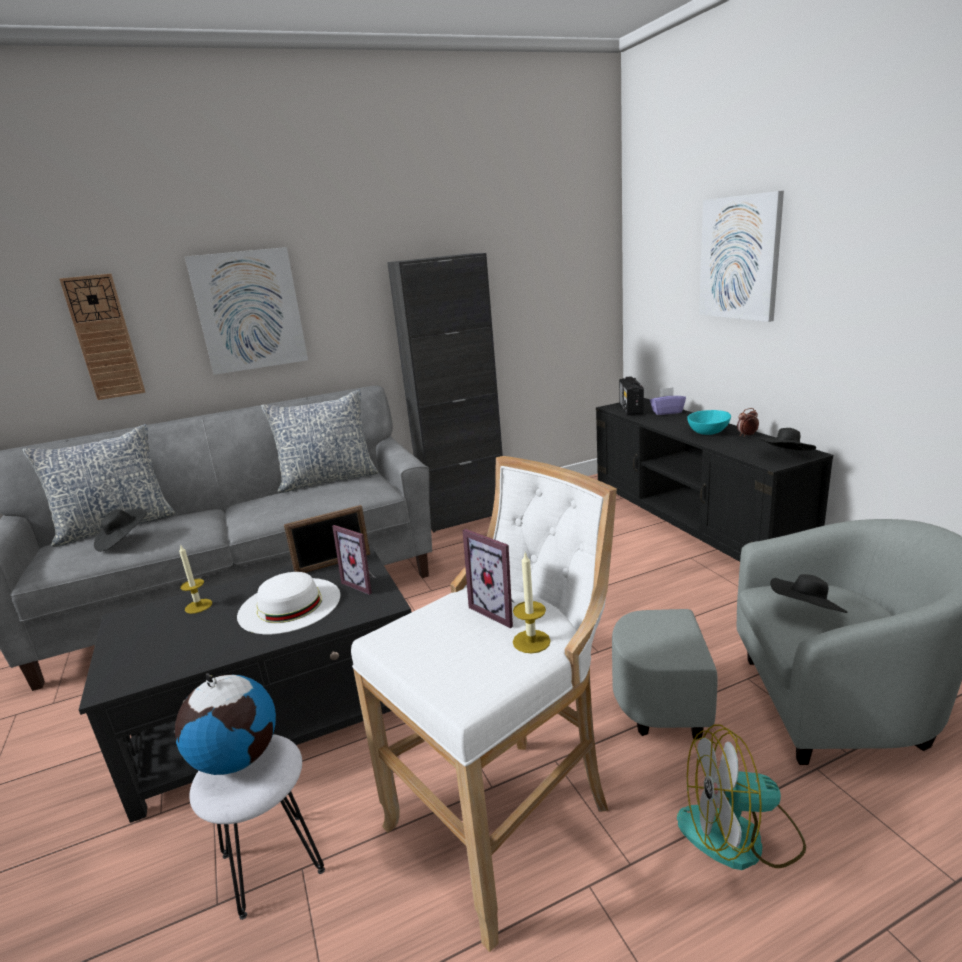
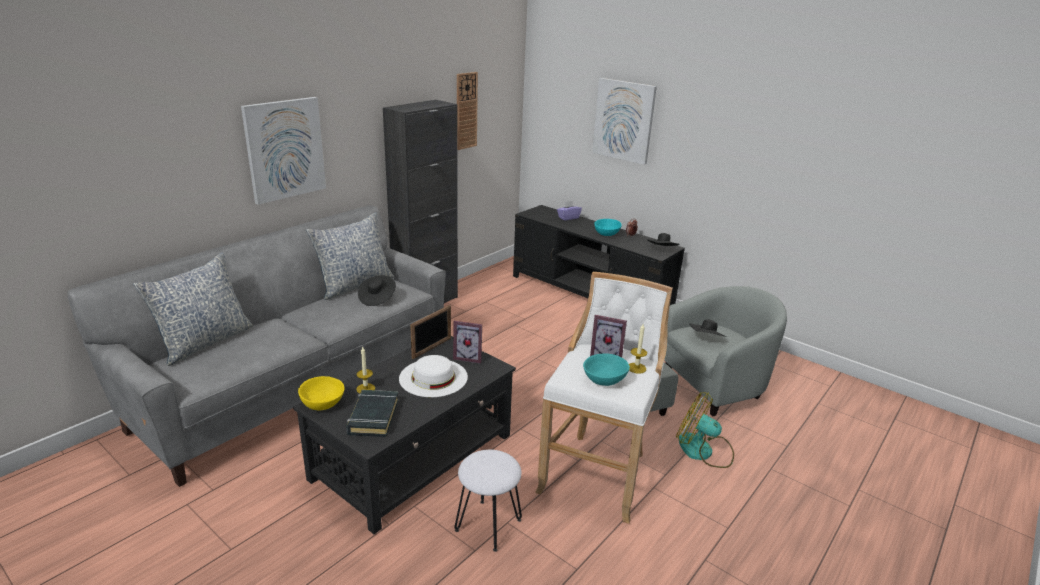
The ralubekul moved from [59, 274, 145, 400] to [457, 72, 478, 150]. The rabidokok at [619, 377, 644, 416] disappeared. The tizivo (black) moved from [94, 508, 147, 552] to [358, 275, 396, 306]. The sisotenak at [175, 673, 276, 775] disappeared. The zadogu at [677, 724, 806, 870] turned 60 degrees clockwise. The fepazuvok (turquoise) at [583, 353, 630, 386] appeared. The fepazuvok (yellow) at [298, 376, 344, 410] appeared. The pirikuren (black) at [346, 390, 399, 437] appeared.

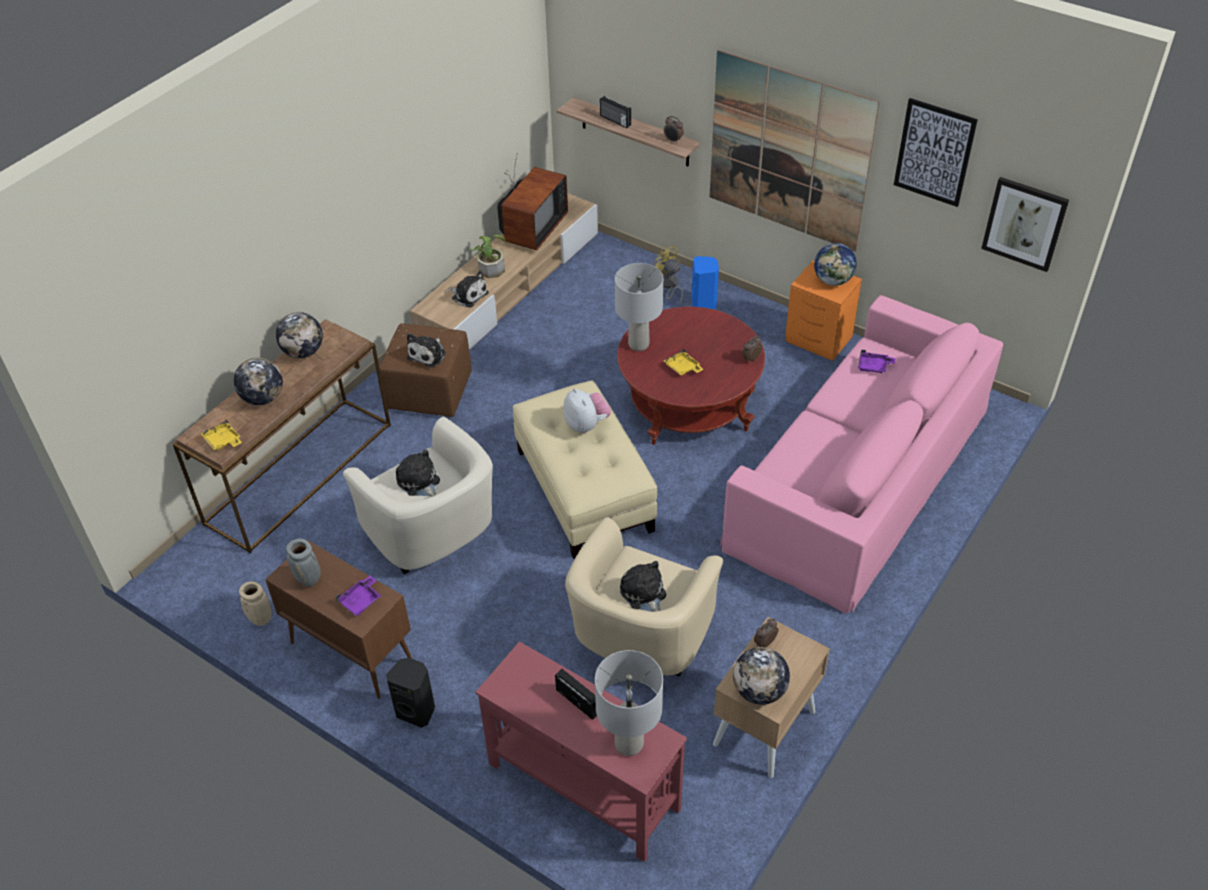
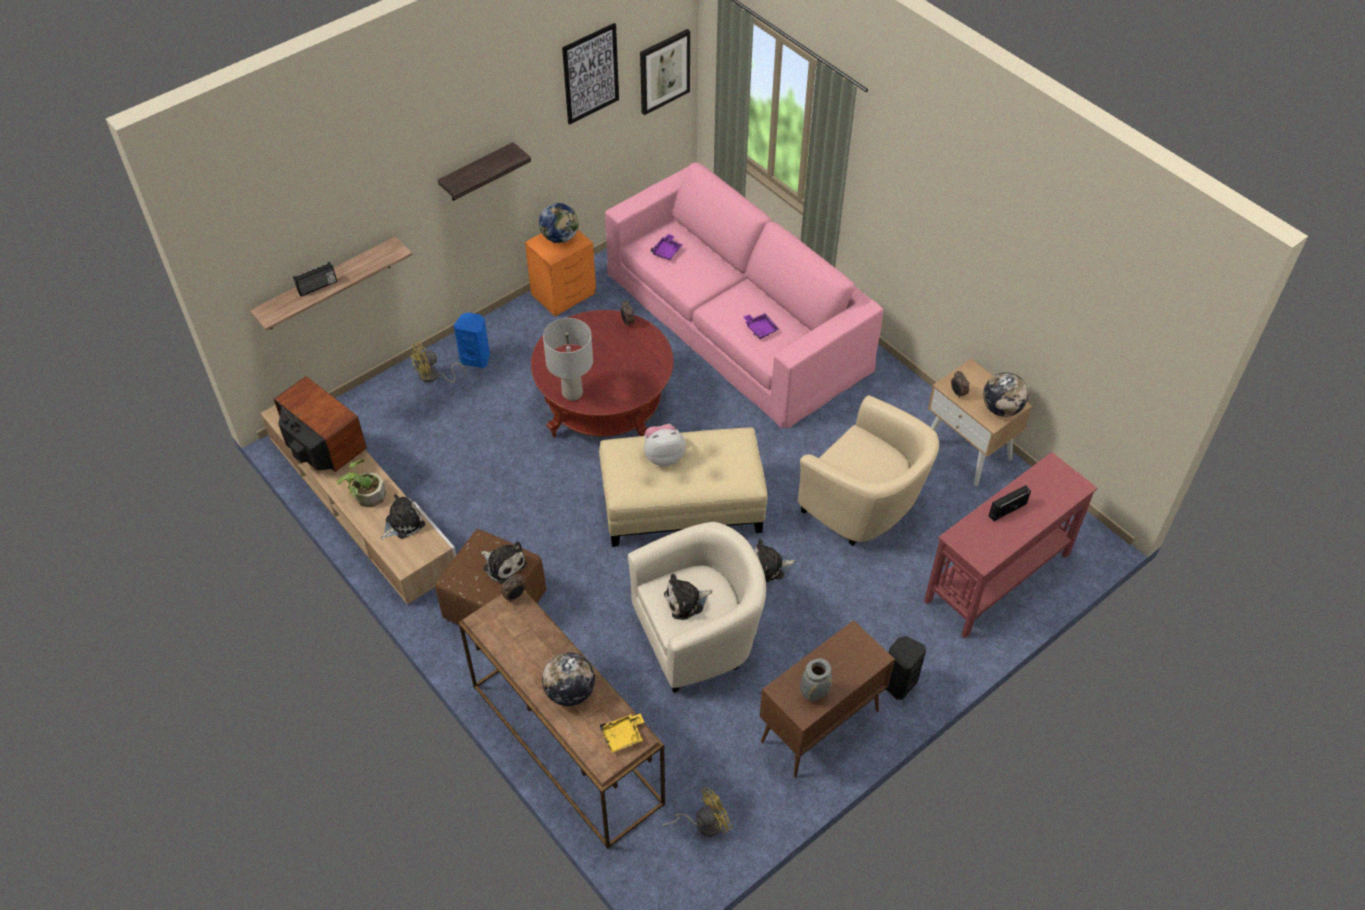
The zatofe at [709, 50, 879, 252] was replaced by the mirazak at [438, 142, 531, 201]. The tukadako moved from [664, 116, 684, 143] to [501, 574, 525, 602]. The sisotenak at [276, 312, 323, 358] disappeared. The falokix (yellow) at [663, 348, 703, 376] disappeared. The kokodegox moved from [620, 561, 666, 612] to [754, 539, 795, 583]. The falokix (purple) moved from [335, 576, 381, 616] to [743, 313, 779, 339]. The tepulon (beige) at [239, 581, 272, 626] disappeared. The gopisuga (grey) at [595, 650, 663, 756] disappeared. The zadogu (yellow) at [662, 788, 733, 837] appeared.

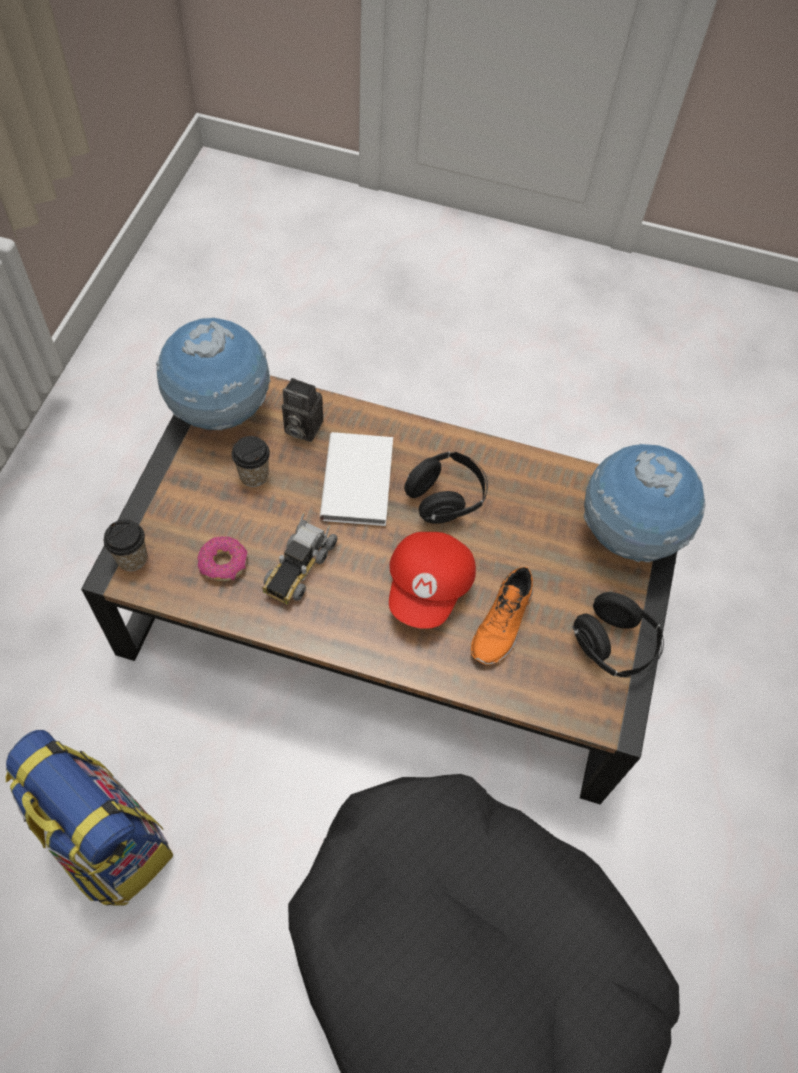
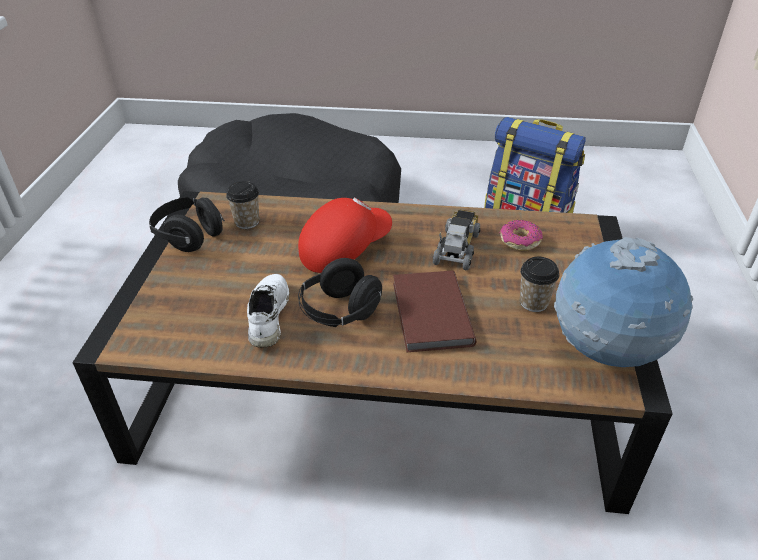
The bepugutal at [282, 378, 323, 442] disappeared. The pirikuren (white) at [320, 432, 393, 526] became the pirikuren (brown) at [393, 270, 476, 352]. The sisotenak at [584, 444, 706, 562] disappeared. The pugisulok moved from [104, 520, 147, 571] to [226, 181, 259, 229]. The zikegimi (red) at [389, 532, 476, 629] turned 45 degrees clockwise. The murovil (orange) at [471, 567, 533, 665] disappeared. The murovil (white) at [247, 273, 289, 348] appeared.

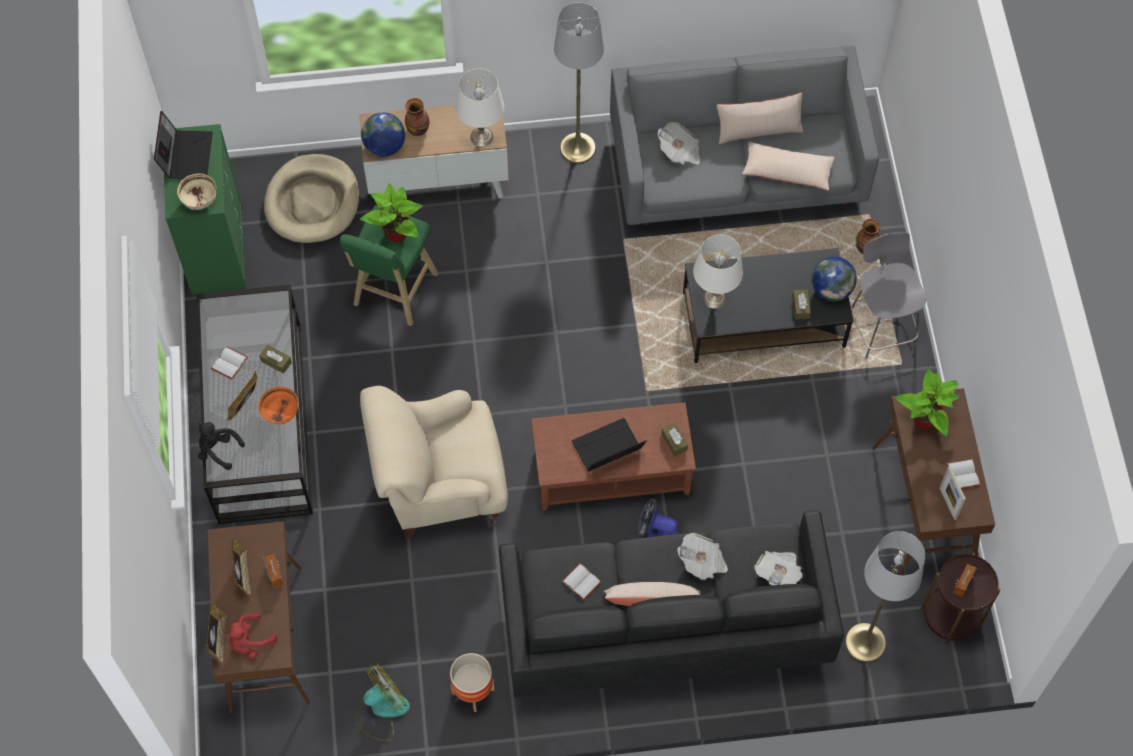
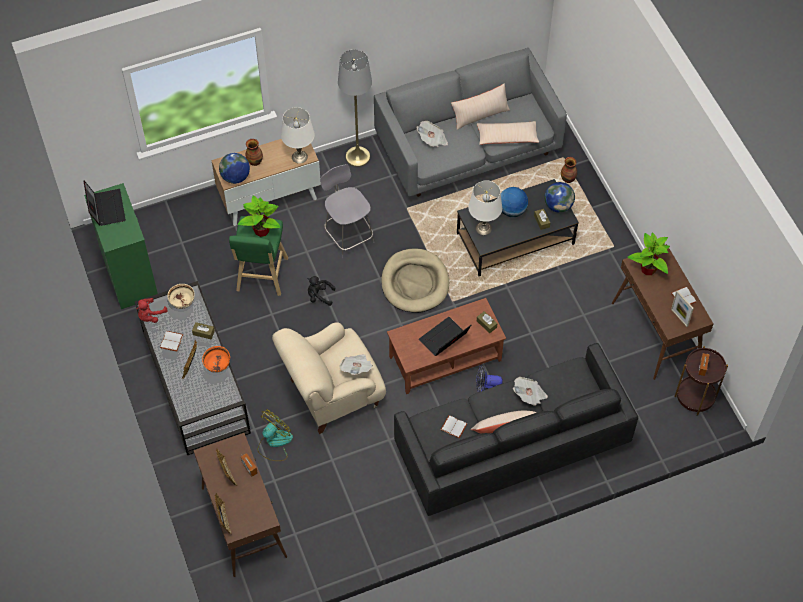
The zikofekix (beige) moved from [264, 154, 359, 244] to [381, 249, 449, 313]. The fepazuvok (beige) moved from [177, 174, 216, 210] to [167, 284, 195, 309]. The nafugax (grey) moved from [851, 232, 926, 359] to [320, 164, 374, 258]. The kokodegox (black) moved from [198, 422, 245, 470] to [308, 276, 336, 306]. The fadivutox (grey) at [845, 531, 925, 662] disappeared. The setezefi moved from [755, 551, 803, 585] to [339, 354, 373, 375]. The kokodegox (red) moved from [226, 614, 277, 659] to [137, 298, 167, 323]. The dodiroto at [450, 653, 494, 712] disappeared. The zadogu moved from [354, 664, 410, 741] to [258, 409, 293, 461]. The sisotenak at [501, 187, 528, 217] appeared.

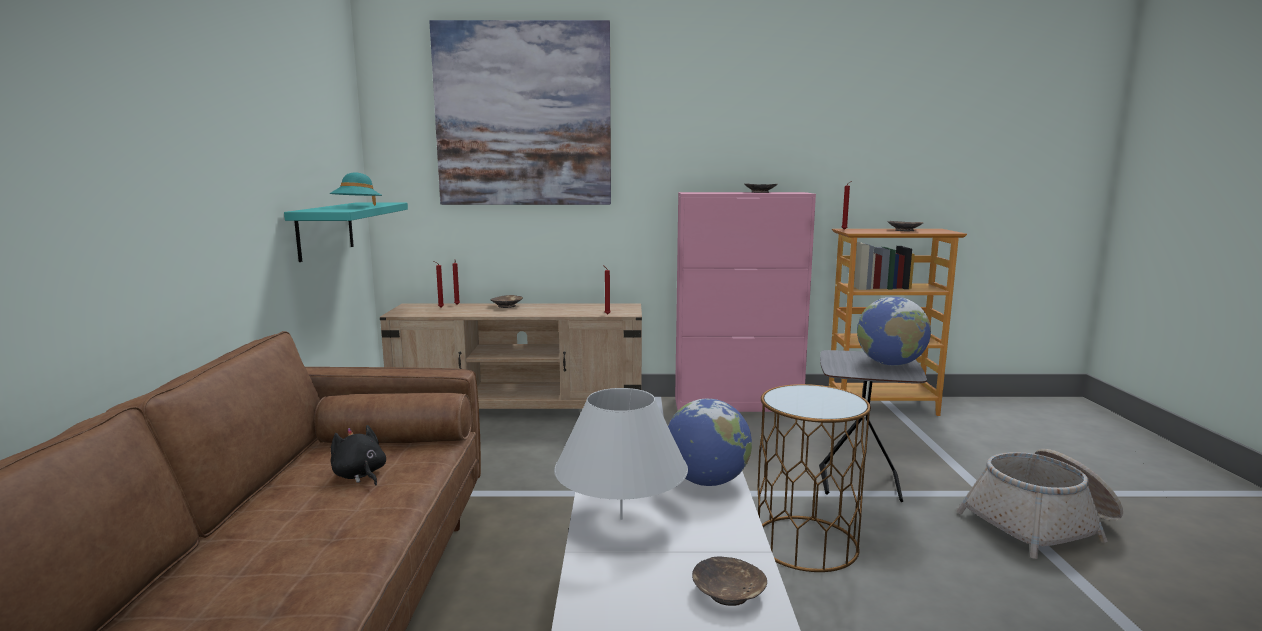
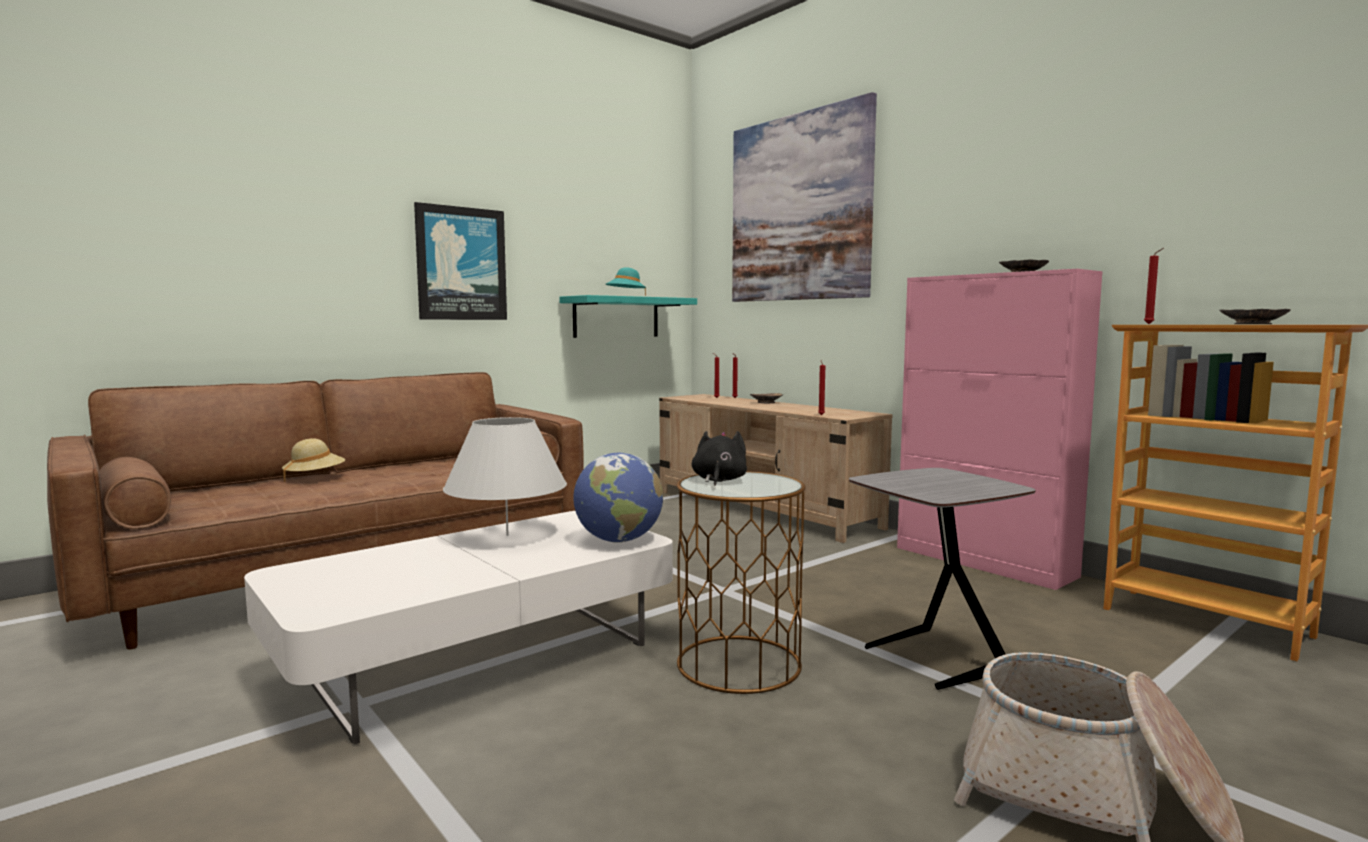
The sisotenak at [857, 297, 931, 366] disappeared. The kokodegox (black) moved from [331, 425, 386, 485] to [692, 431, 747, 485]. The fepazuvok (brown) at [692, 556, 767, 606] disappeared. The zatofe at [414, 202, 507, 320] appeared. The tizivo (beige) at [282, 438, 345, 482] appeared.

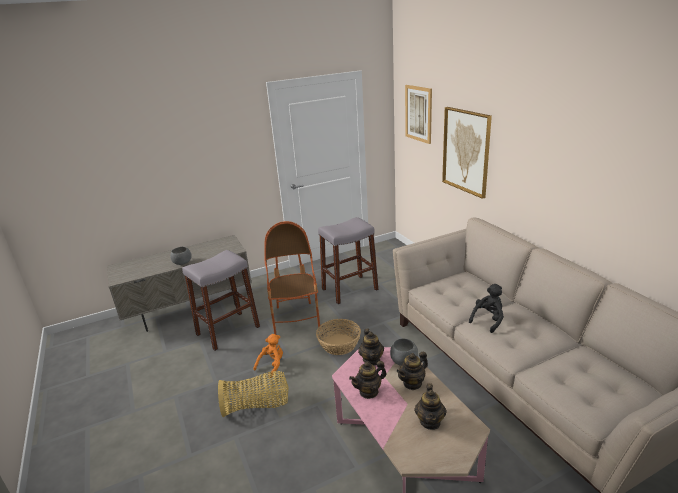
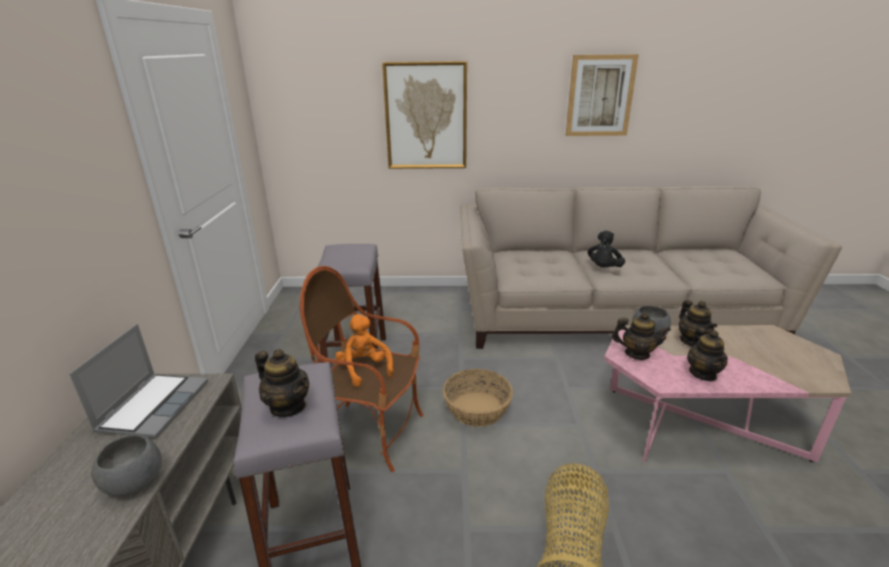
The zatofe moved from [405, 85, 432, 144] to [566, 54, 639, 136]. The kokodegox (black) at [469, 284, 504, 333] turned 135 degrees counterclockwise. The kokodegox (orange) moved from [253, 334, 283, 378] to [335, 314, 393, 387]. The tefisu moved from [414, 383, 447, 430] to [255, 349, 309, 417]. The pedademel at [69, 324, 208, 438] appeared.

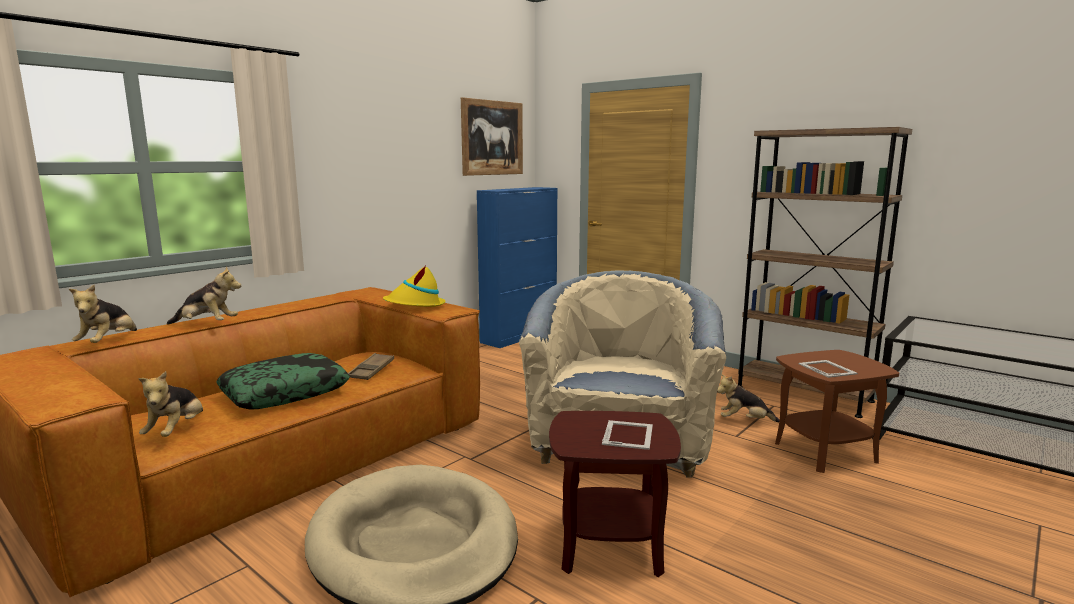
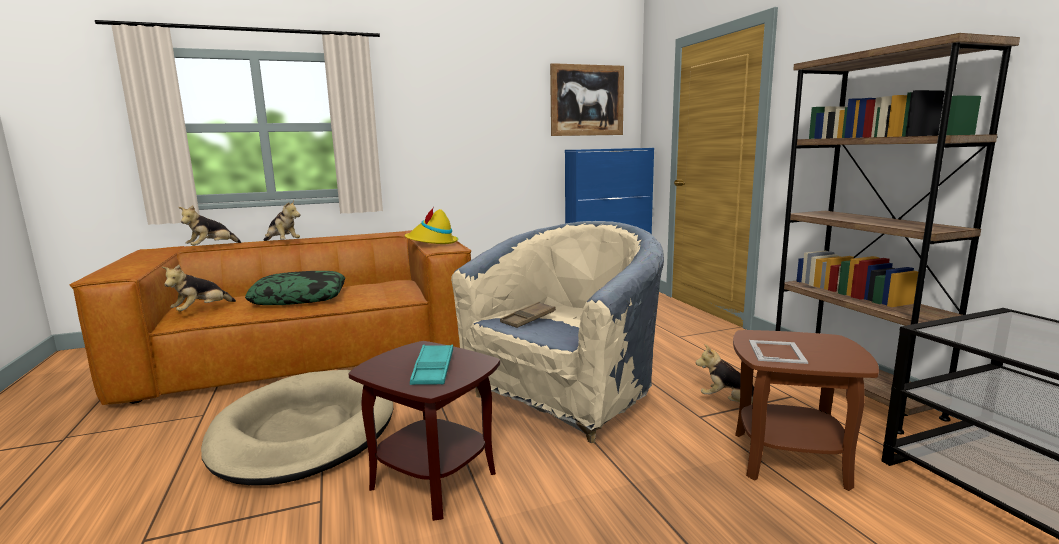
The falokix (brown) moved from [348, 353, 394, 380] to [500, 302, 556, 328]. The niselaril at [602, 420, 653, 450] was replaced by the falokix (turquoise) at [410, 345, 453, 385].

